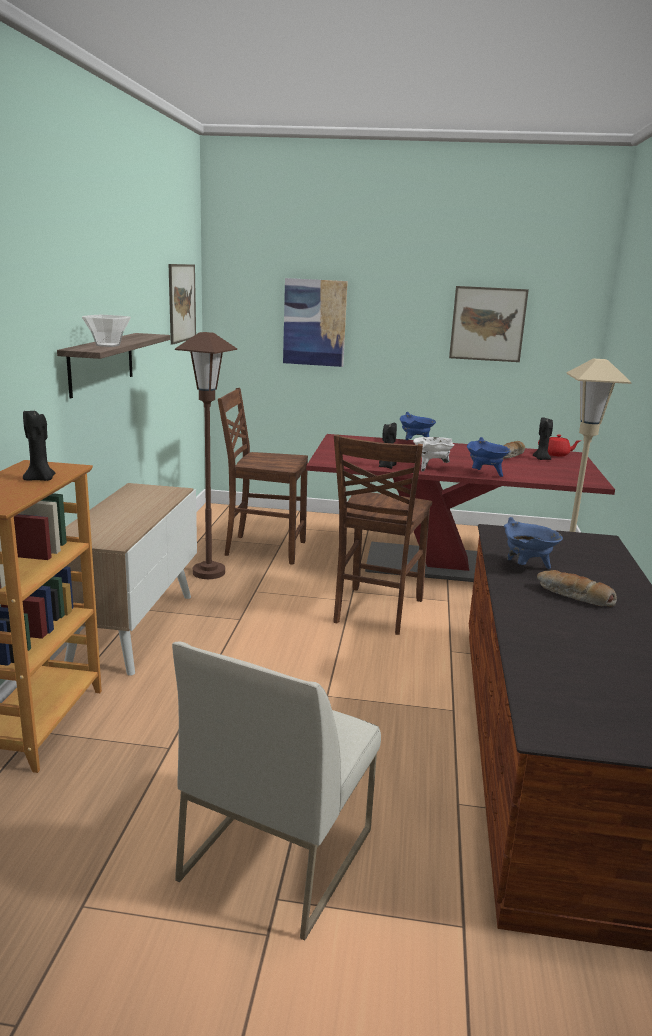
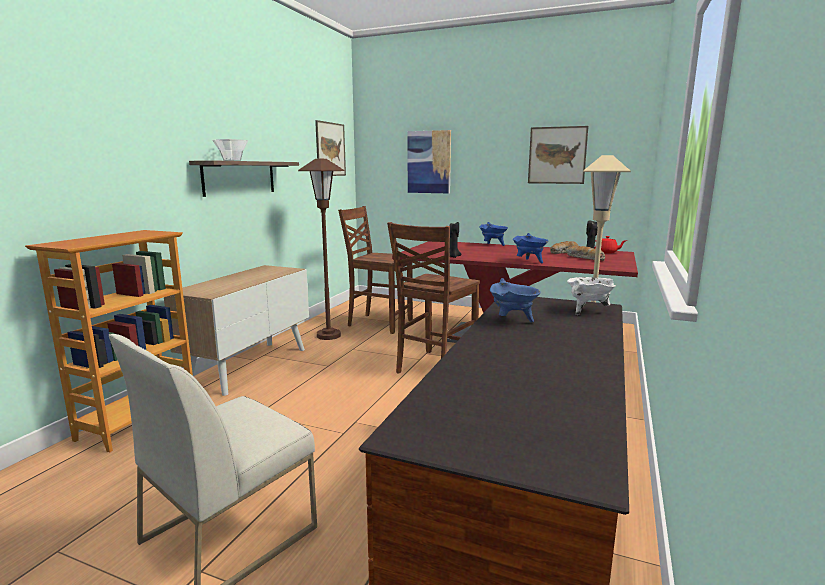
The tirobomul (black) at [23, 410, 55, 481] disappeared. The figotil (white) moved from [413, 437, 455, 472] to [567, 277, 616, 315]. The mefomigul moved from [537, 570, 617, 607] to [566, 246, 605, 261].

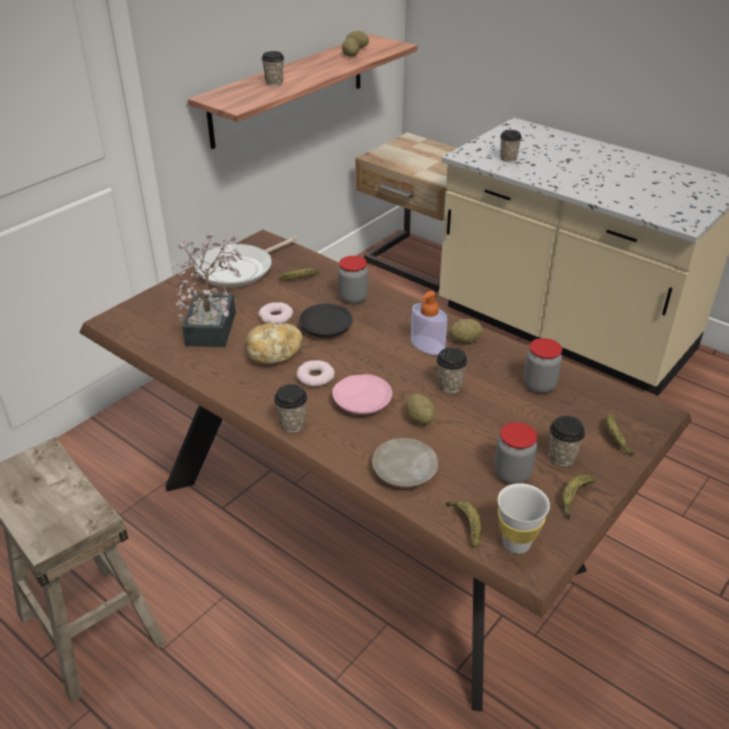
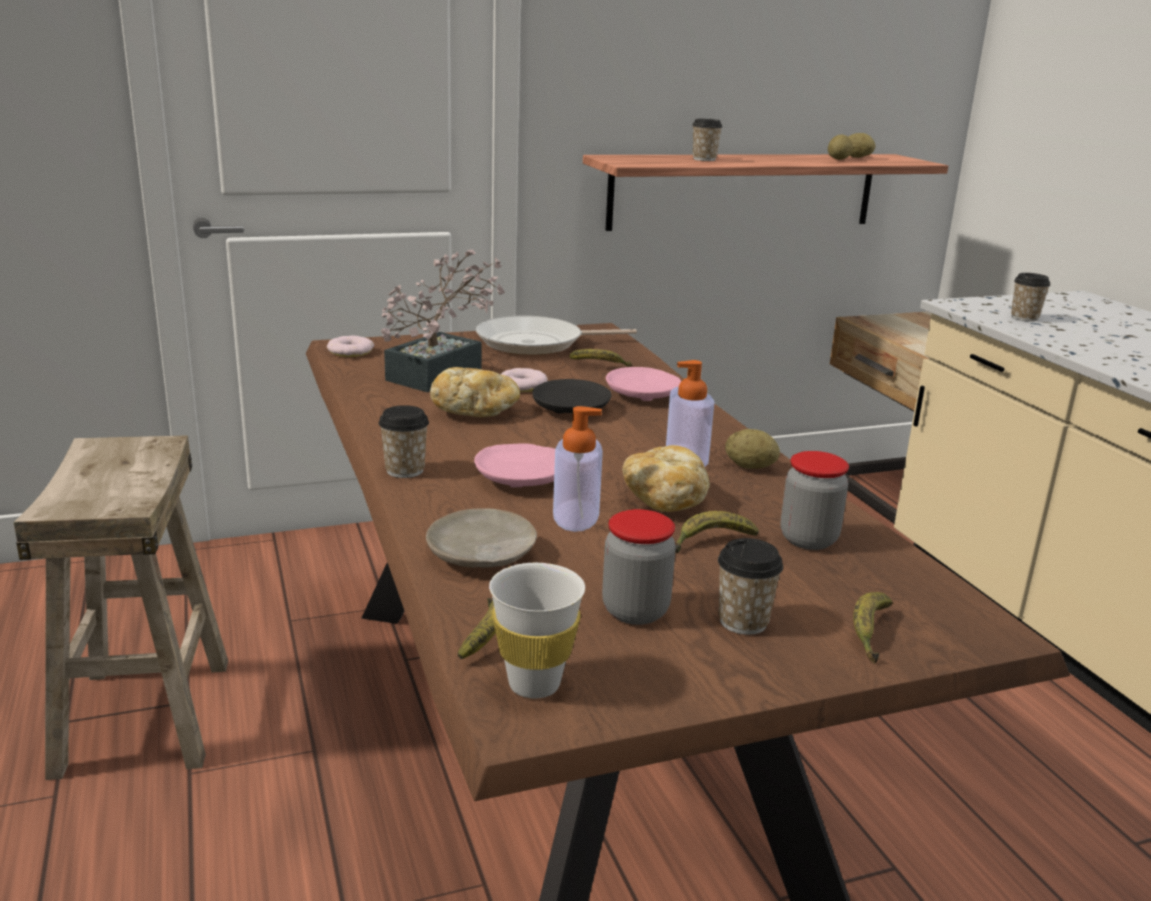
The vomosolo at [338, 256, 368, 304] was replaced by the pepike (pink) at [606, 367, 681, 401]. The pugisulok at [436, 347, 468, 393] was replaced by the mefomigul at [622, 445, 710, 512]. The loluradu moved from [296, 360, 335, 387] to [327, 336, 374, 357]. The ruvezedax at [406, 394, 435, 425] was replaced by the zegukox at [553, 406, 603, 532]. The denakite moved from [562, 475, 596, 519] to [675, 511, 759, 553].

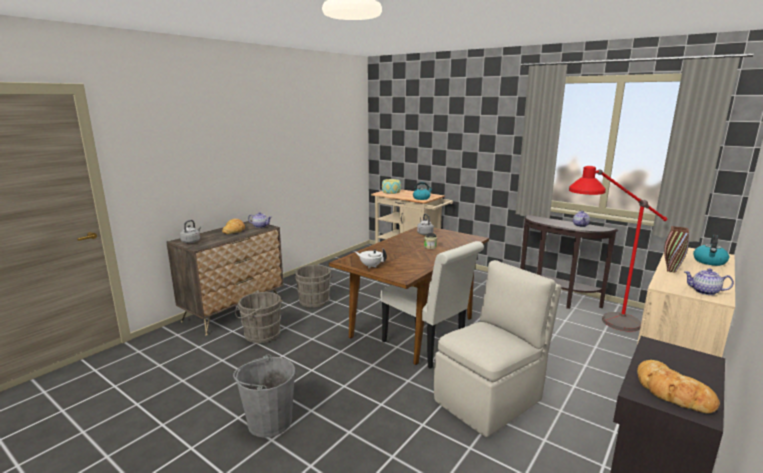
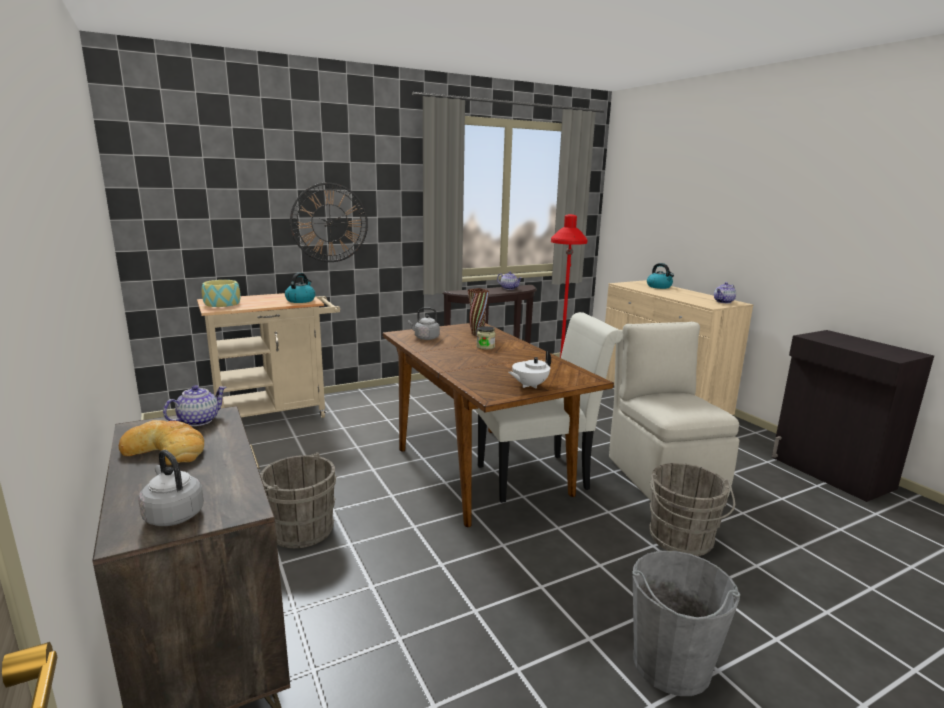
The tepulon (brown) moved from [664, 226, 689, 273] to [468, 288, 489, 336]. The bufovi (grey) moved from [235, 290, 281, 343] to [649, 463, 735, 556]. The mefomigul at [637, 360, 720, 414] disappeared. The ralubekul at [290, 183, 368, 262] appeared.

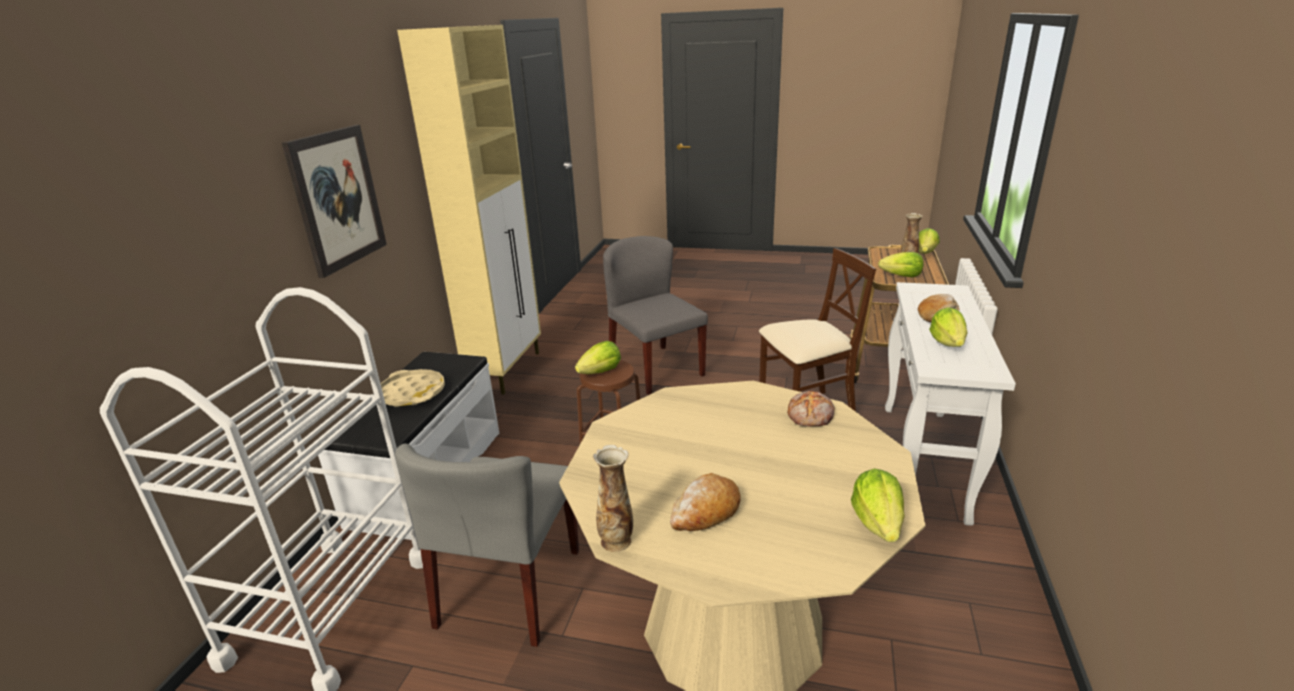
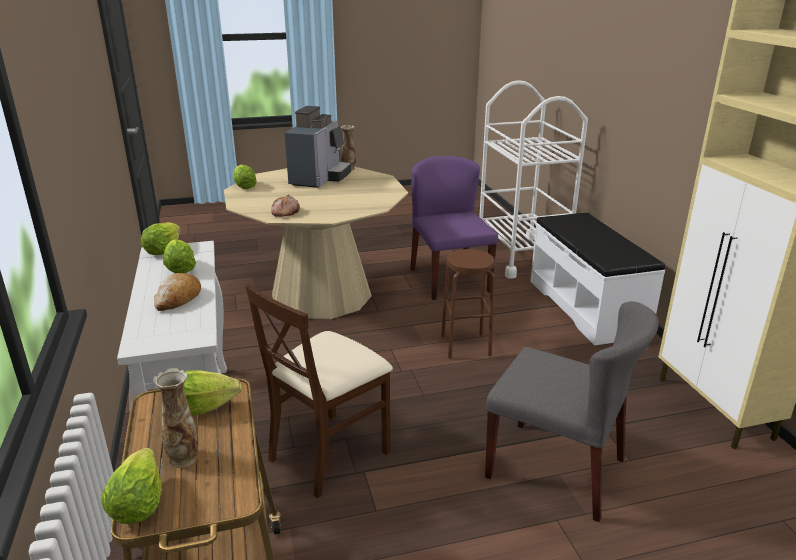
The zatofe at [282, 125, 387, 278] disappeared. The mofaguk moved from [575, 341, 621, 374] to [141, 222, 181, 255]. The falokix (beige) at [380, 369, 445, 407] disappeared. The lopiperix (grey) at [395, 443, 579, 647] became the lopiperix (purple) at [410, 156, 498, 300]. The mefomigul at [670, 473, 740, 531] was replaced by the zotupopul at [285, 106, 351, 188].

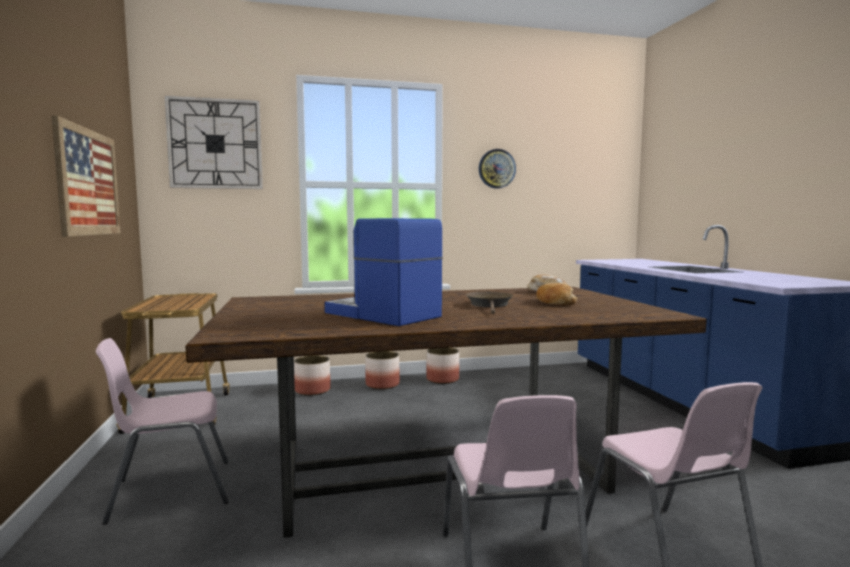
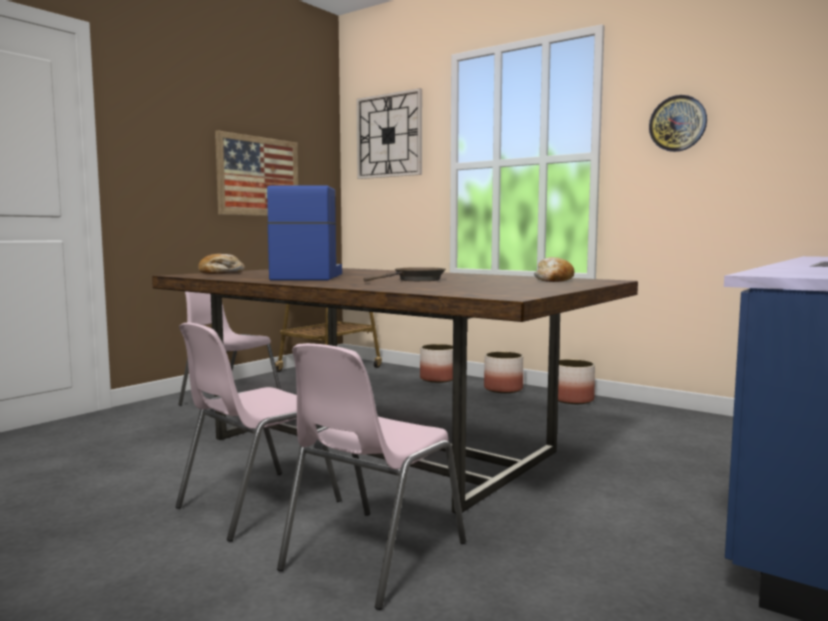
The mefomigul moved from [536, 283, 577, 305] to [198, 254, 245, 274].

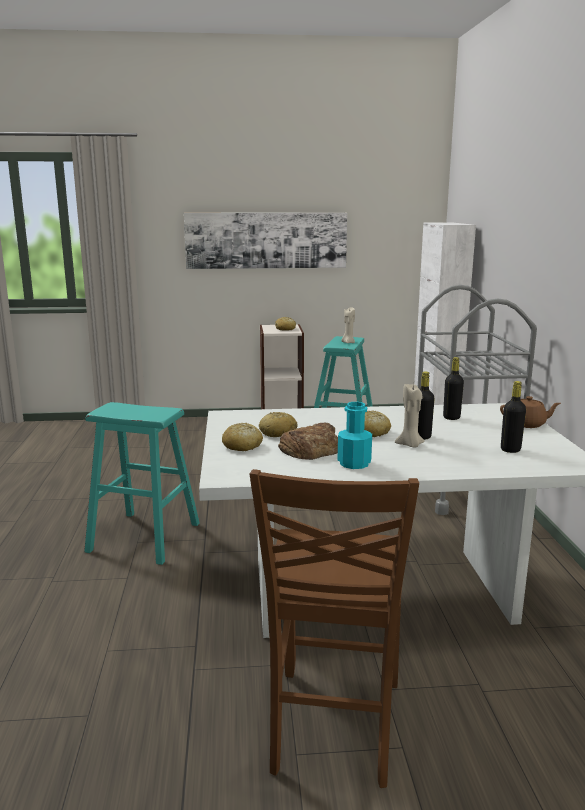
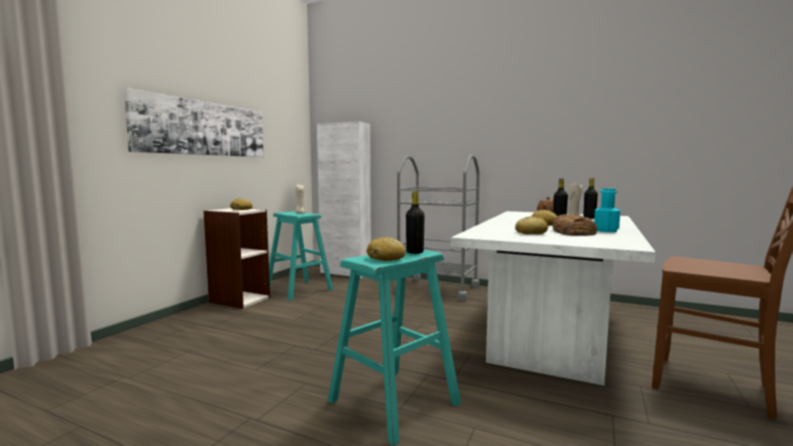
The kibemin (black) moved from [443, 357, 464, 420] to [406, 191, 425, 254]. The mefomigul moved from [222, 423, 263, 451] to [366, 237, 406, 261].

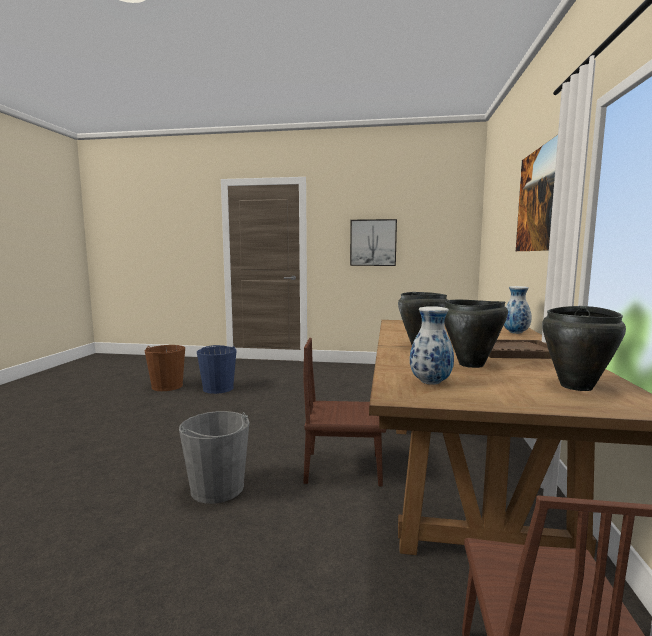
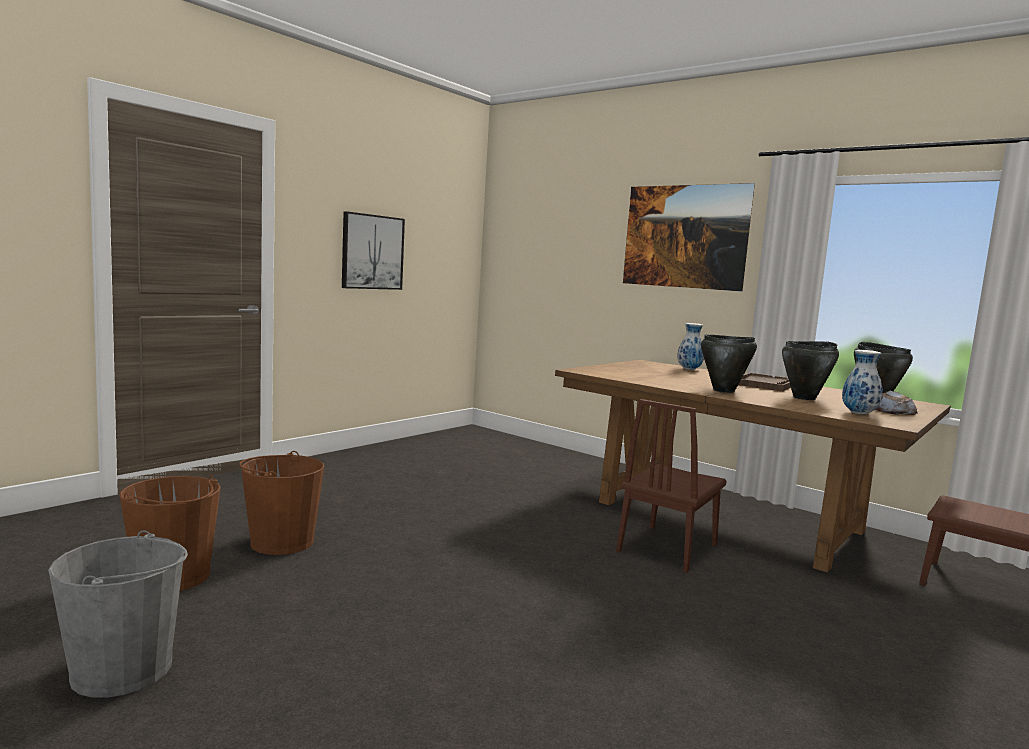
The bufovi (blue) at [197, 345, 237, 394] became the bufovi (brown) at [239, 451, 324, 555]. The bufovi (grey) moved from [179, 411, 250, 504] to [48, 530, 188, 698]. The mefomigul at [875, 390, 918, 415] appeared.

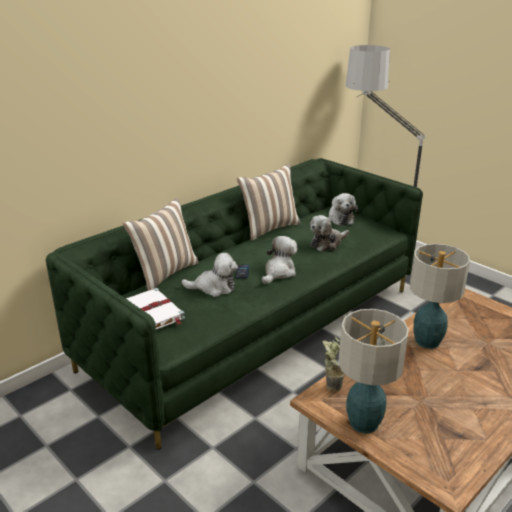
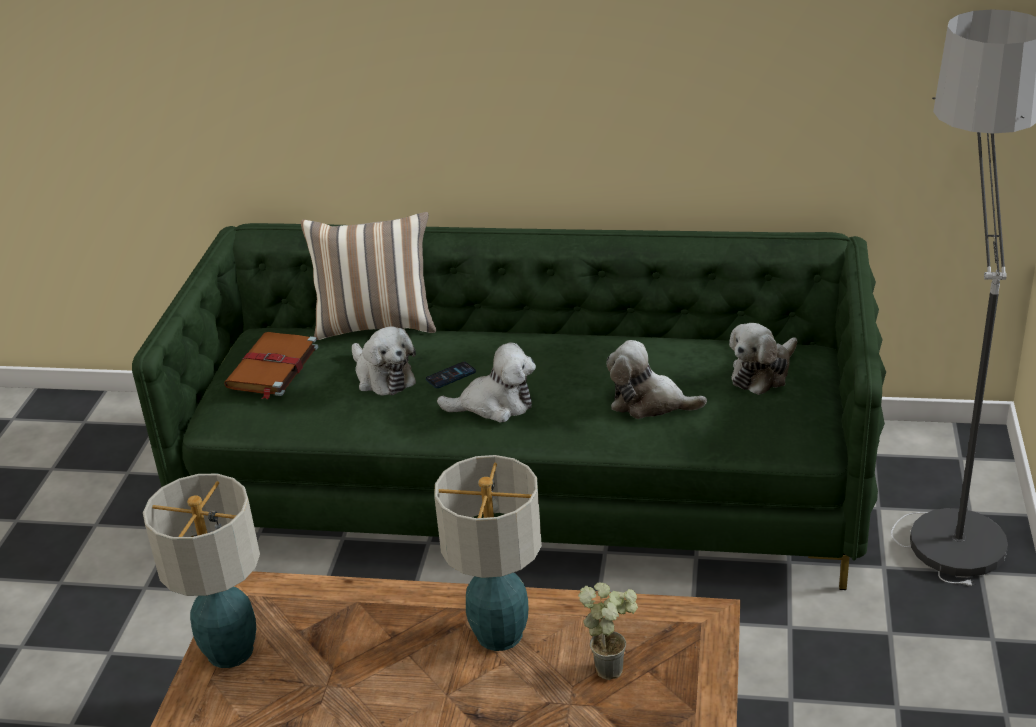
The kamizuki at [237, 164, 301, 240] disappeared. The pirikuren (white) at [126, 288, 185, 329] became the pirikuren (brown) at [224, 332, 318, 400]. The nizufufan moved from [322, 337, 345, 392] to [578, 582, 638, 680].

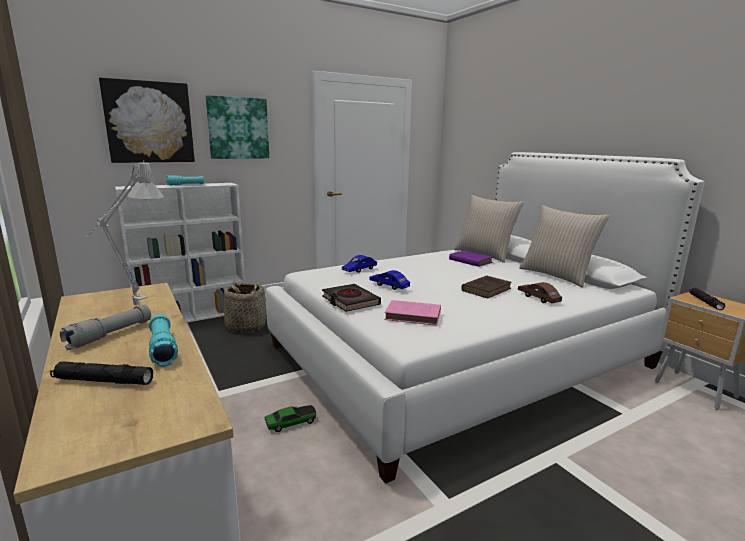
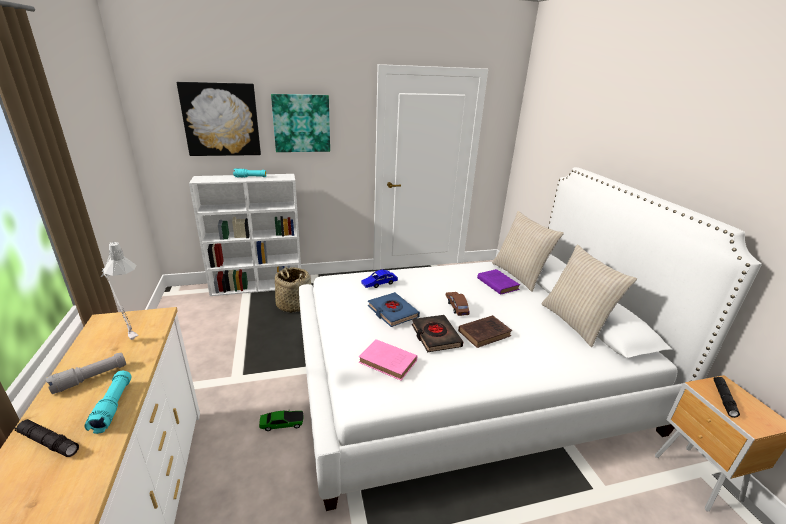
The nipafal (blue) at [369, 270, 410, 290] was replaced by the pirikuren (blue) at [368, 292, 420, 327]. The nipafal (brown) moved from [518, 282, 562, 303] to [446, 292, 470, 316]. The pirikuren (black) moved from [322, 284, 381, 312] to [412, 315, 463, 352].

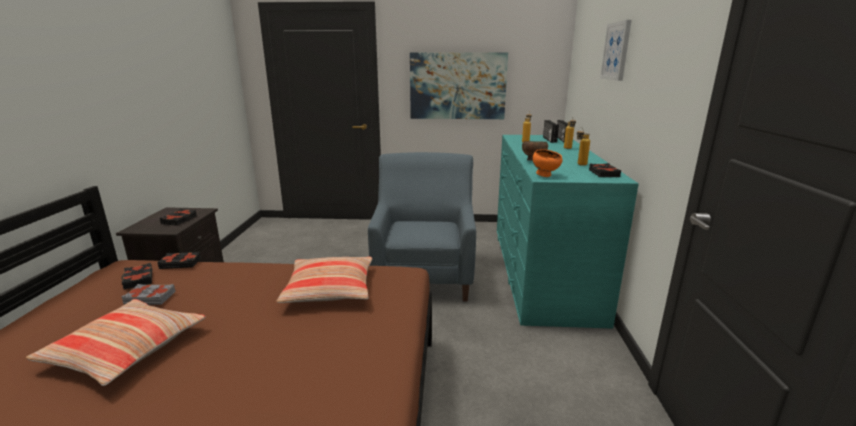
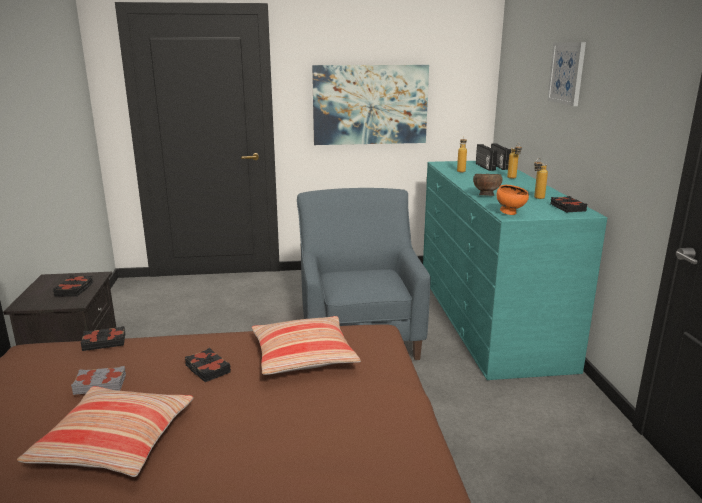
The pirikuren (black) moved from [121, 263, 152, 290] to [185, 348, 231, 382].

